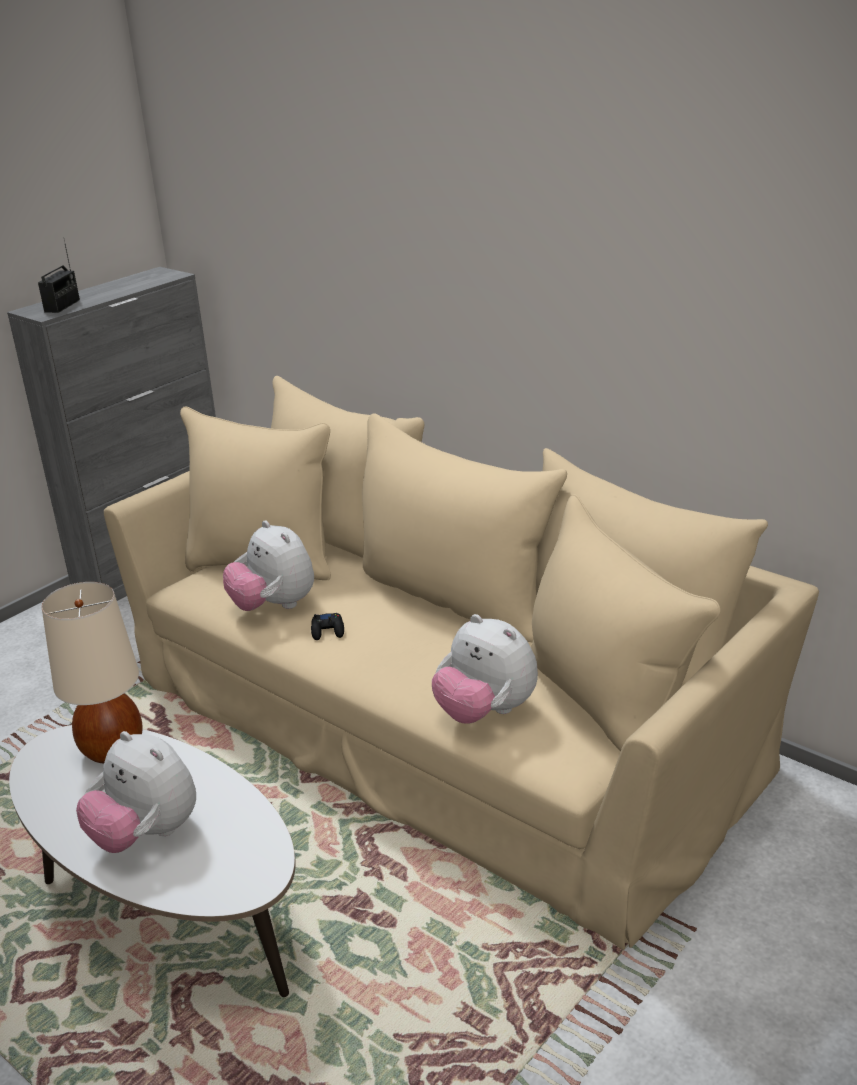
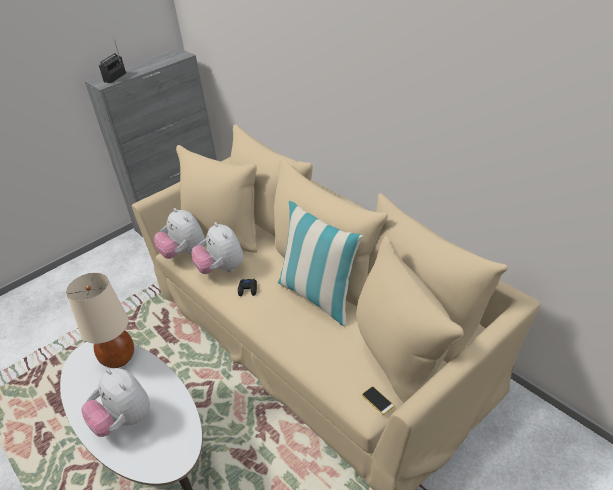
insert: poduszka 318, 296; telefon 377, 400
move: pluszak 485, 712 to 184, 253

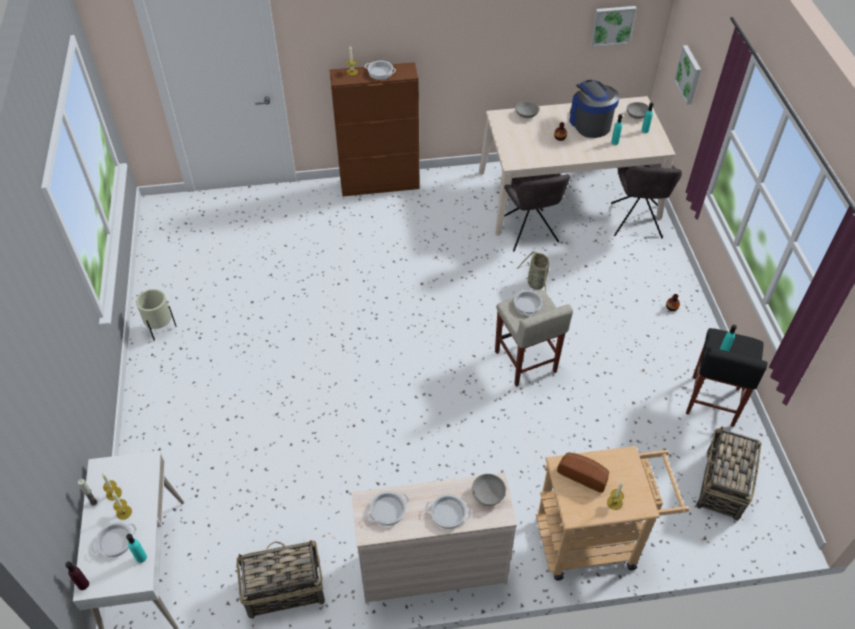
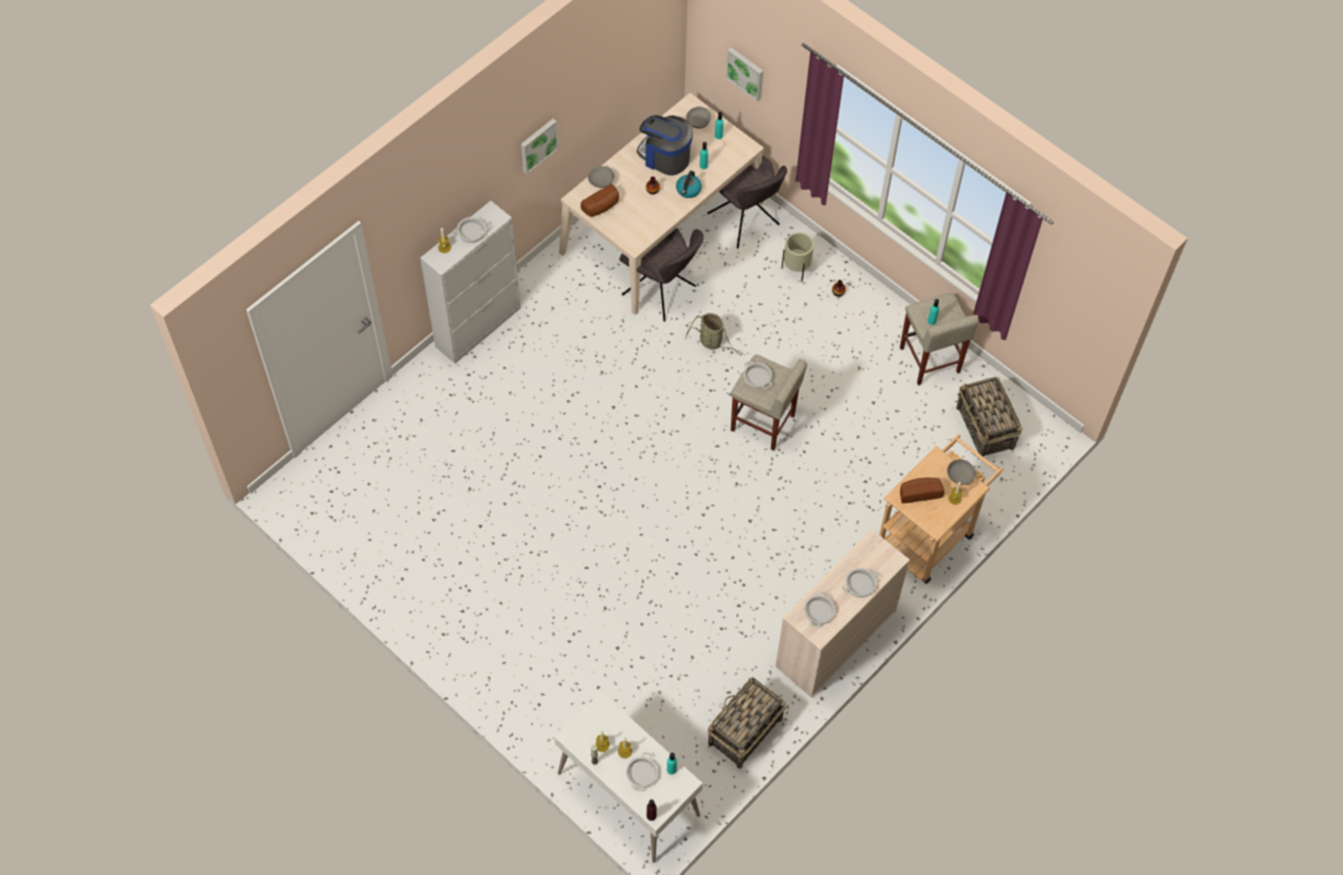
insert: chleb 602, 207; czajnik 688, 190
move: donica [beżowy] 161, 329 to 796, 270; miska [szary] 488, 494 to 960, 476; obraz 612, 25 to 537, 145
recolor: szafka [brązowy] 380, 184 to szafka [biały] 478, 327; stołek [czarny] 712, 401 to stołek [beżowy] 930, 361

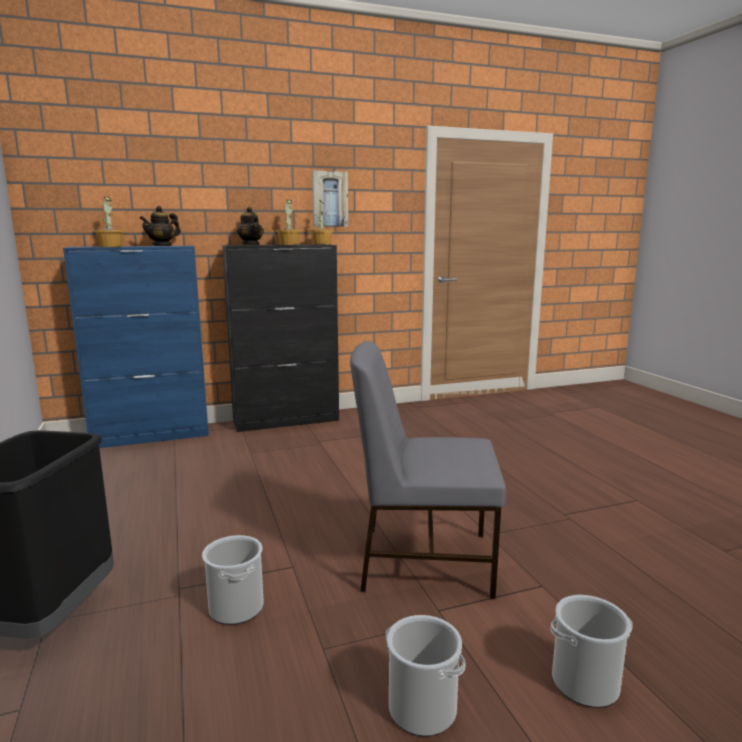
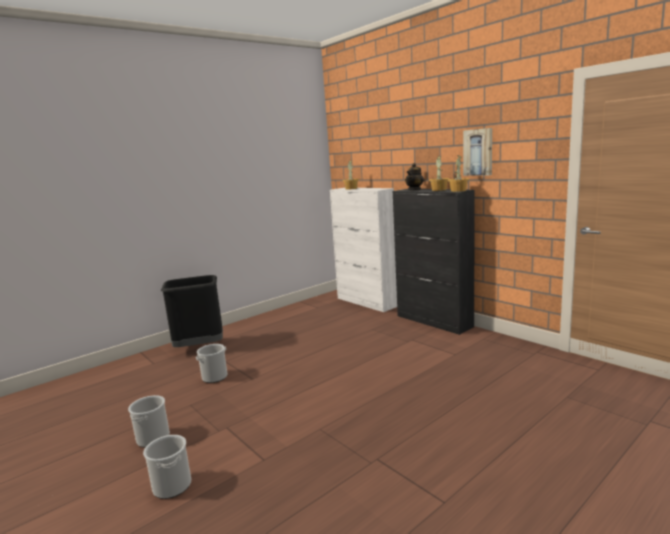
delete: imbryk 162, 245; krzesło [szary] 423, 560
recolor: szafka [niebieski] 152, 436 to szafka [biały] 367, 302

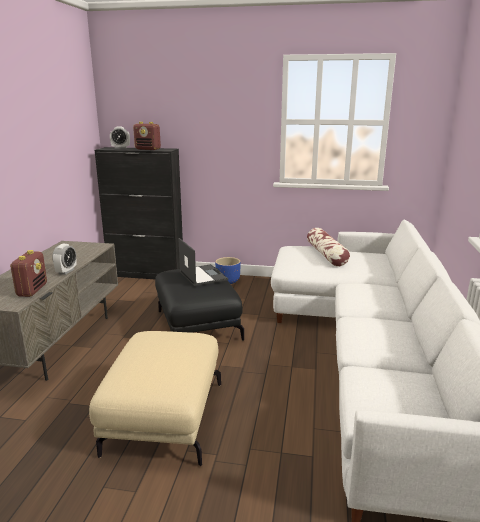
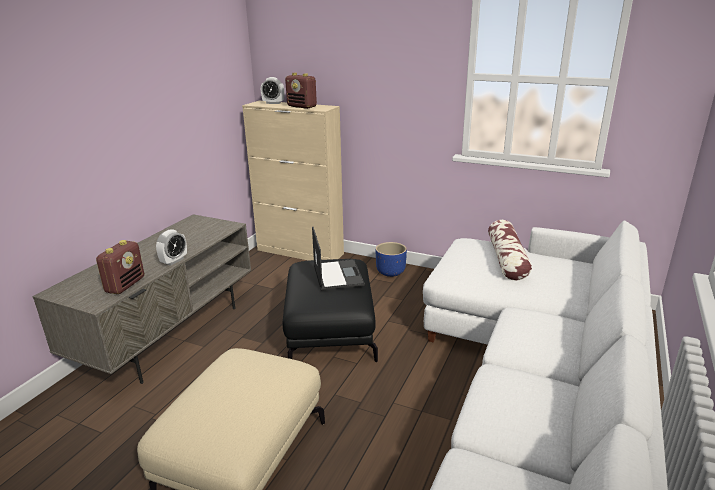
recolor: szafka [czarny] 146, 274 to szafka [beżowy] 300, 252

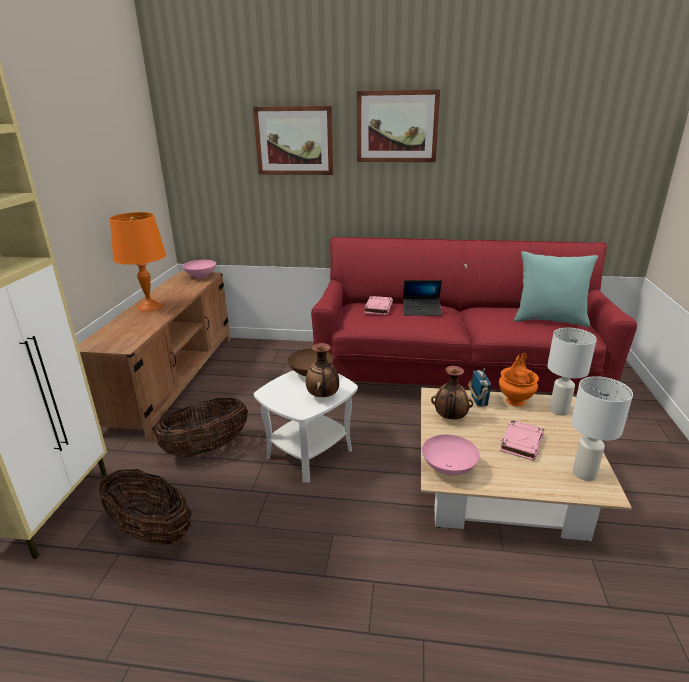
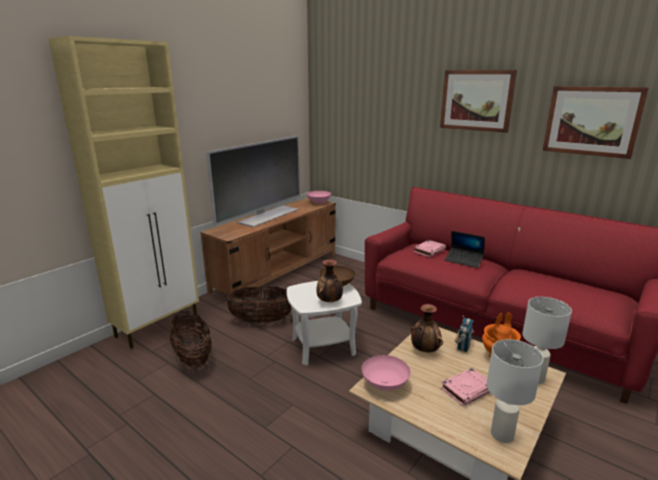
delete: poduszka [turkusowy] 549, 320
move: obraz 294, 141 to 592, 121
replace: lampa stołowa [pomarańczowy] 149, 307 to telewizor 267, 216

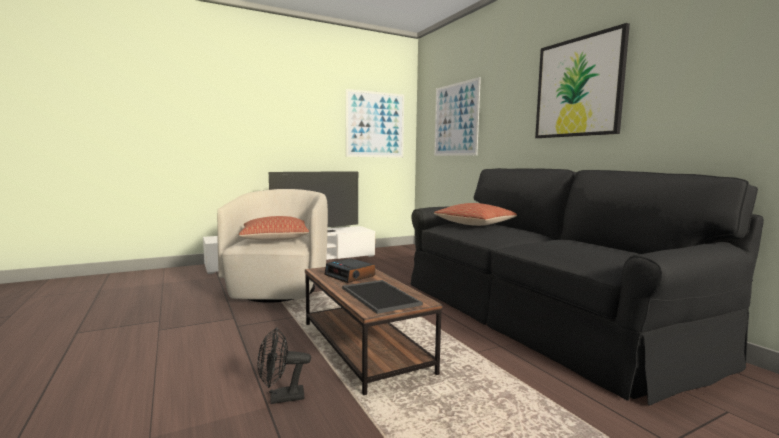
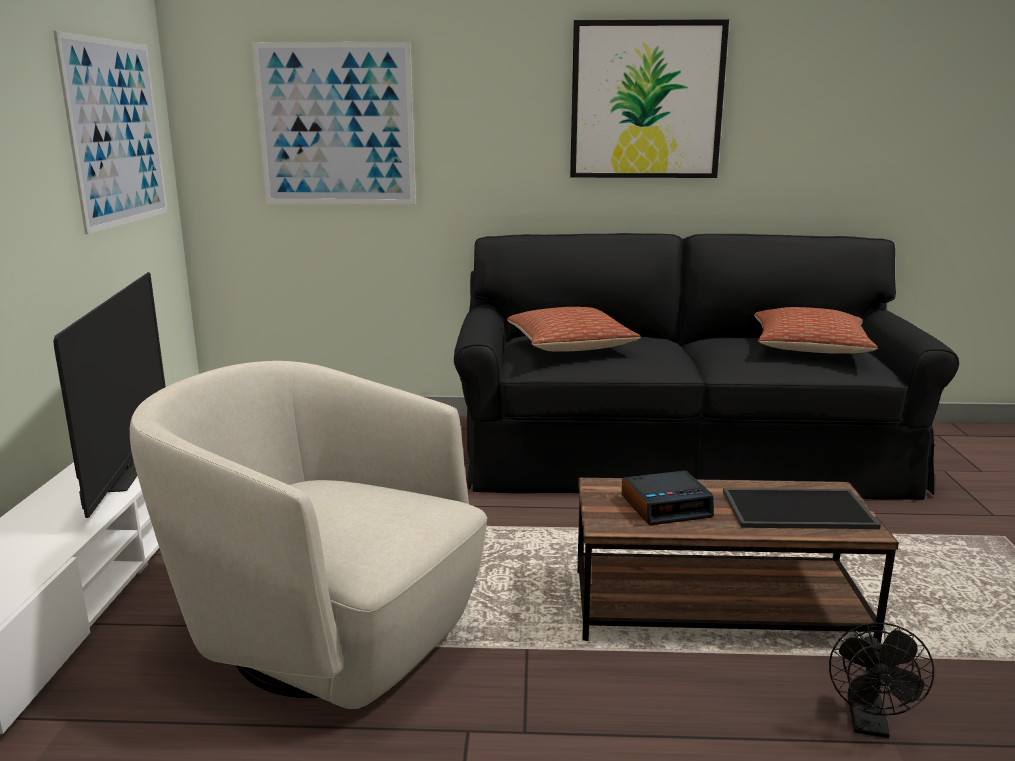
move: poduszka 274, 239 to 809, 348

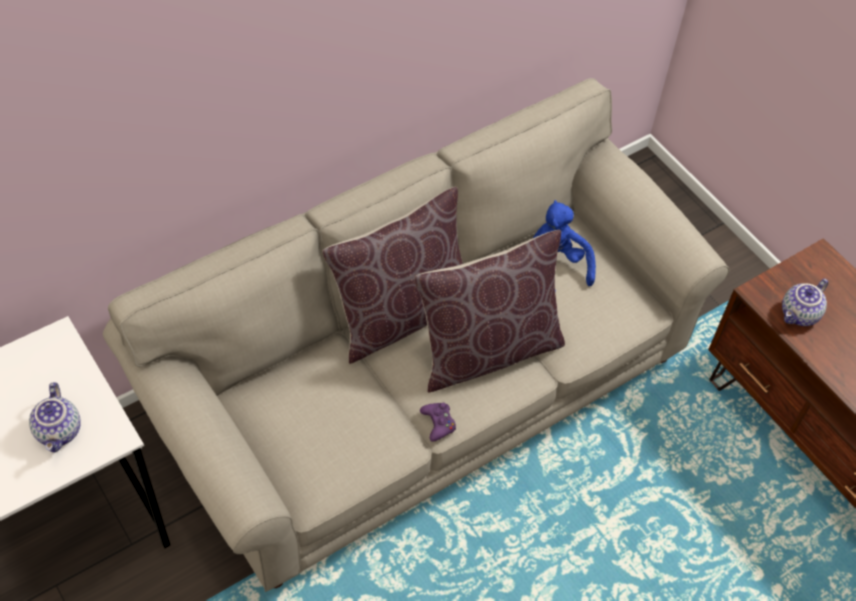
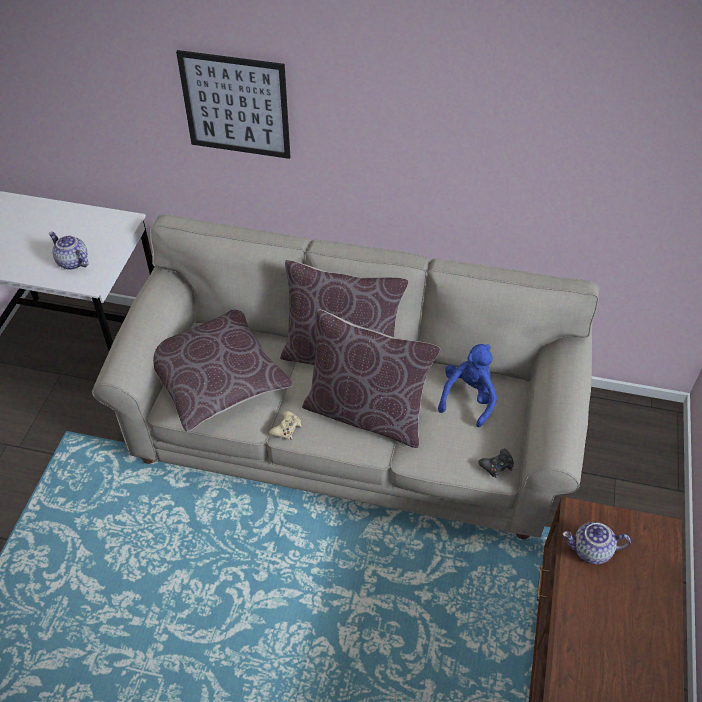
insert: poduszka [brązowy] 216, 379; obraz 236, 105; pad do gier [czarny] 497, 465
recolor: pad do gier [fioletowy] 438, 423 to pad do gier [beżowy] 286, 428
rotate: imbryk 60, 431 = 72, 262 90 degrees clockwise

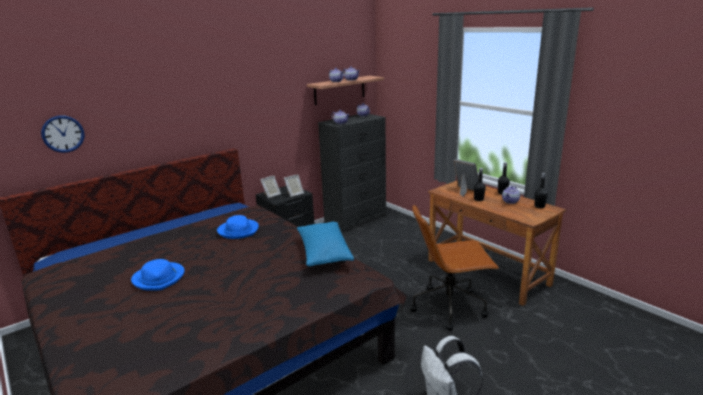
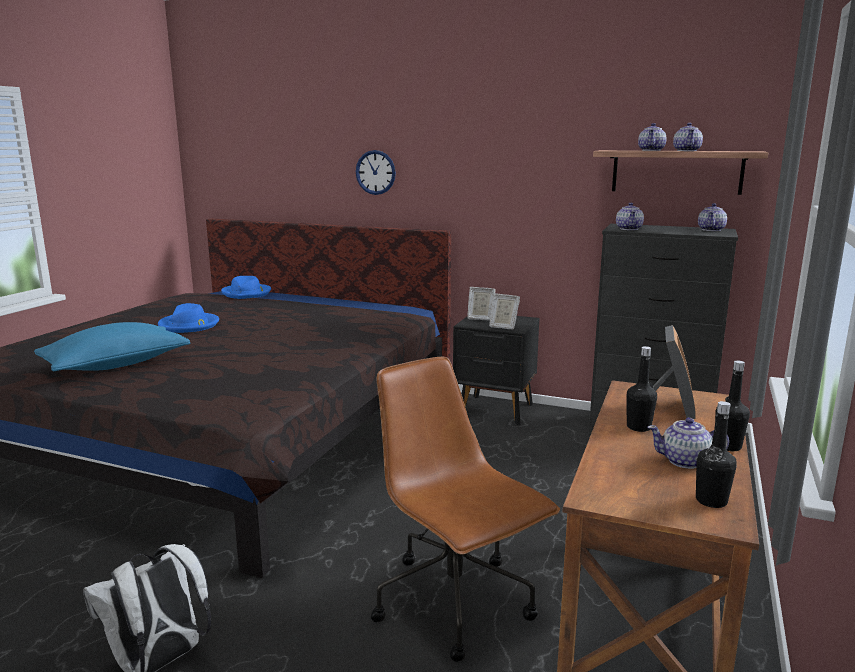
move: zegar ścienny 63, 134 to 375, 172; kapelusz [niebieski] 238, 230 to 247, 293; poduszka [niebieski] 324, 253 to 116, 365

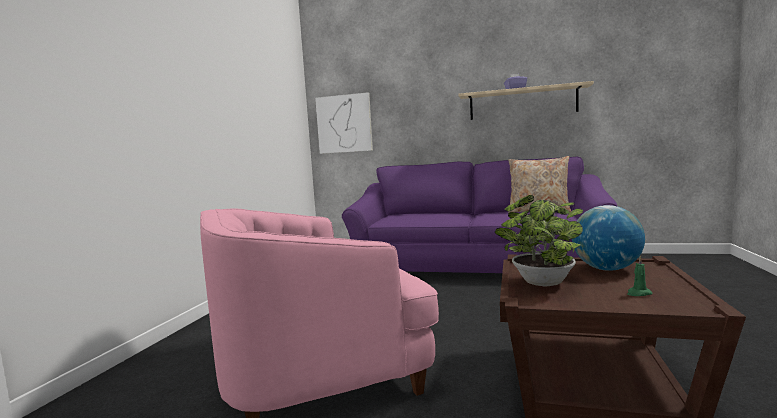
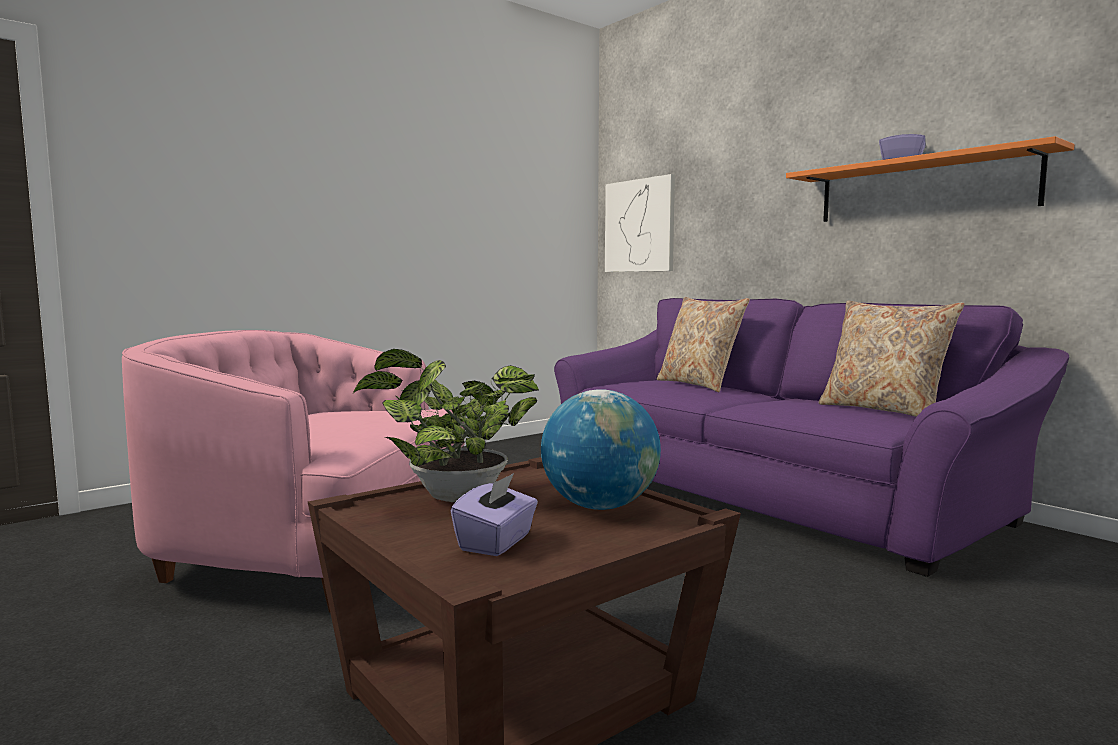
insert: poduszka [beżowy] 699, 385
replace: świeca [zielony] 638, 293 to pudełko chusteczek [fioletowy] 496, 542
recolor: półka [beżowy] 522, 103 to półka [pomarańczowy] 923, 188

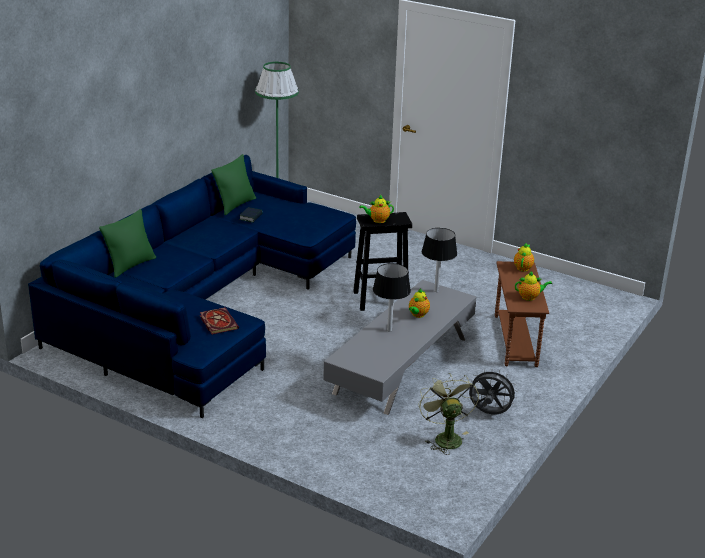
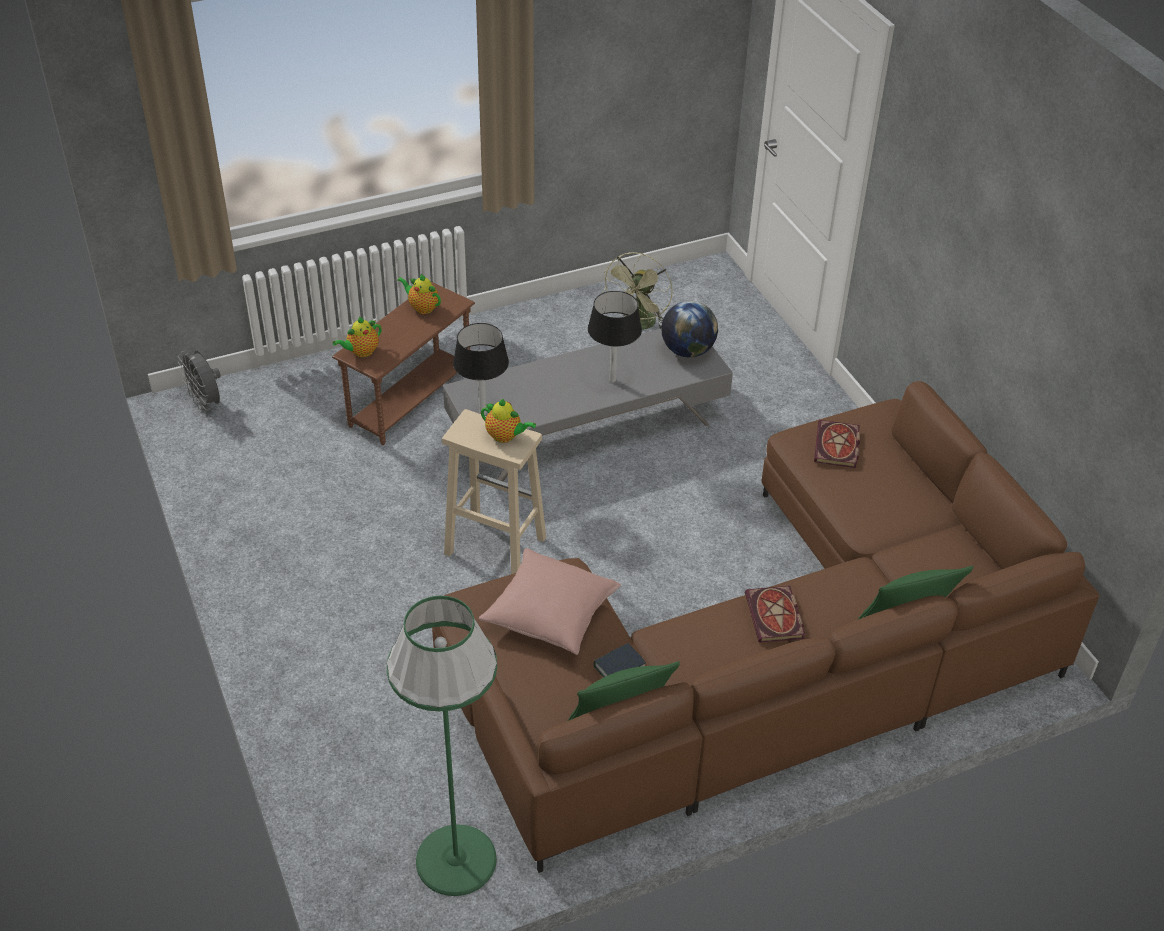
delete: imbryk 418, 315
insert: poduszka [różowy] 550, 614; globus 687, 351; książka 776, 617
move: wentylator [szary] 489, 413 to 206, 403
recolor: kanapa [niebieski] 202, 305 to kanapa [brązowy] 769, 659; stołek [czarny] 381, 299 to stołek [beżowy] 493, 545

